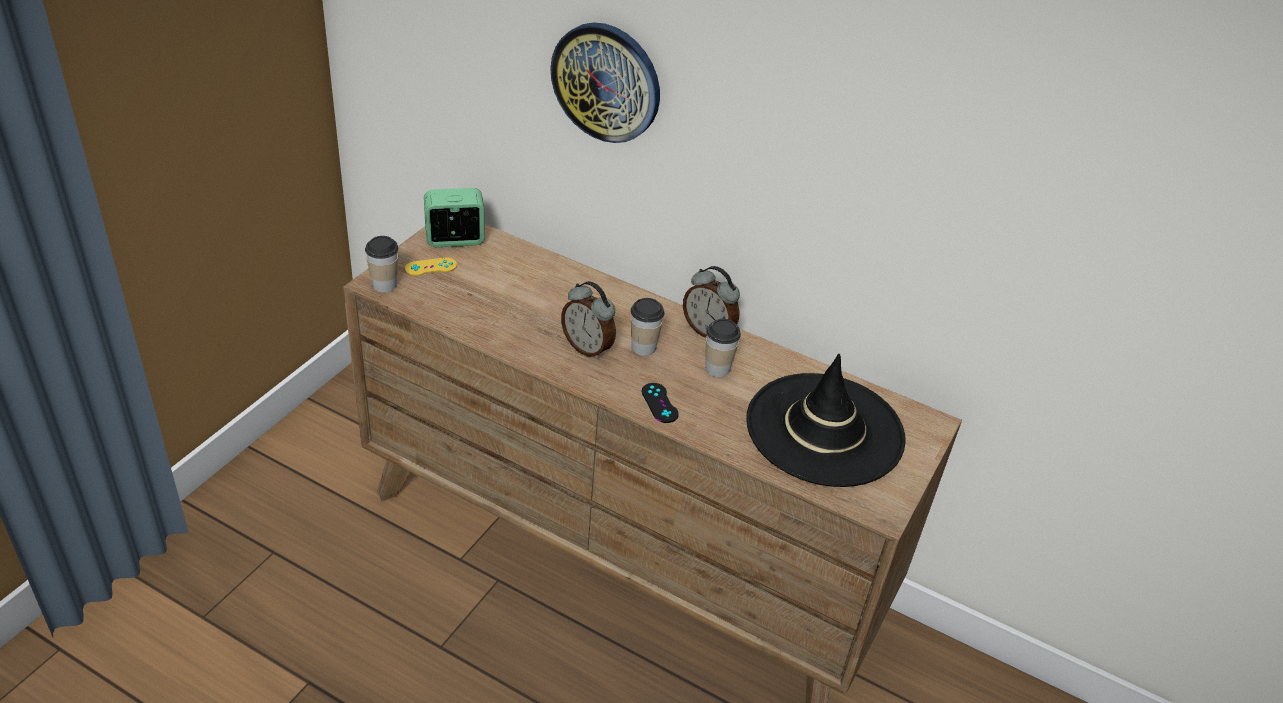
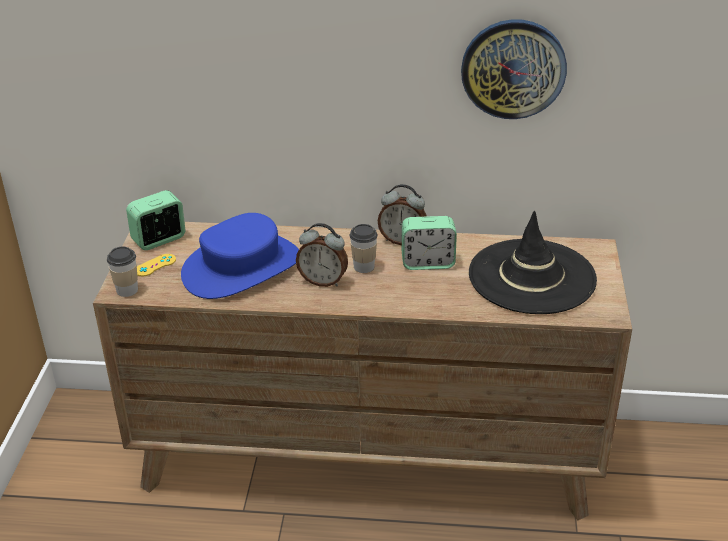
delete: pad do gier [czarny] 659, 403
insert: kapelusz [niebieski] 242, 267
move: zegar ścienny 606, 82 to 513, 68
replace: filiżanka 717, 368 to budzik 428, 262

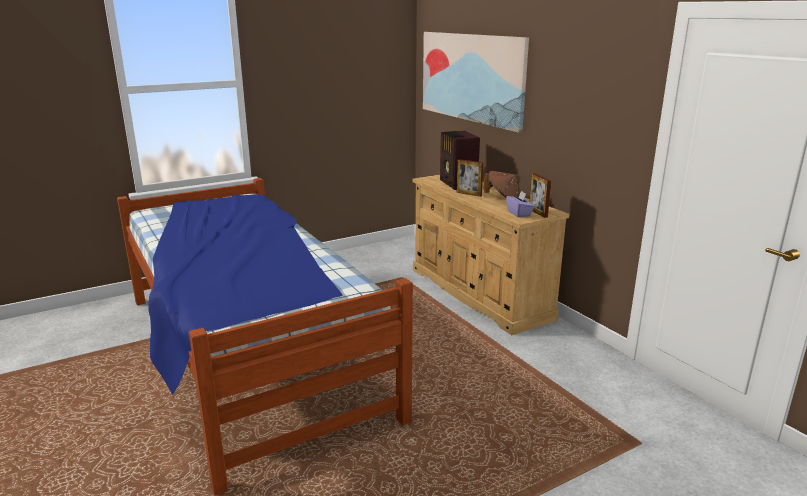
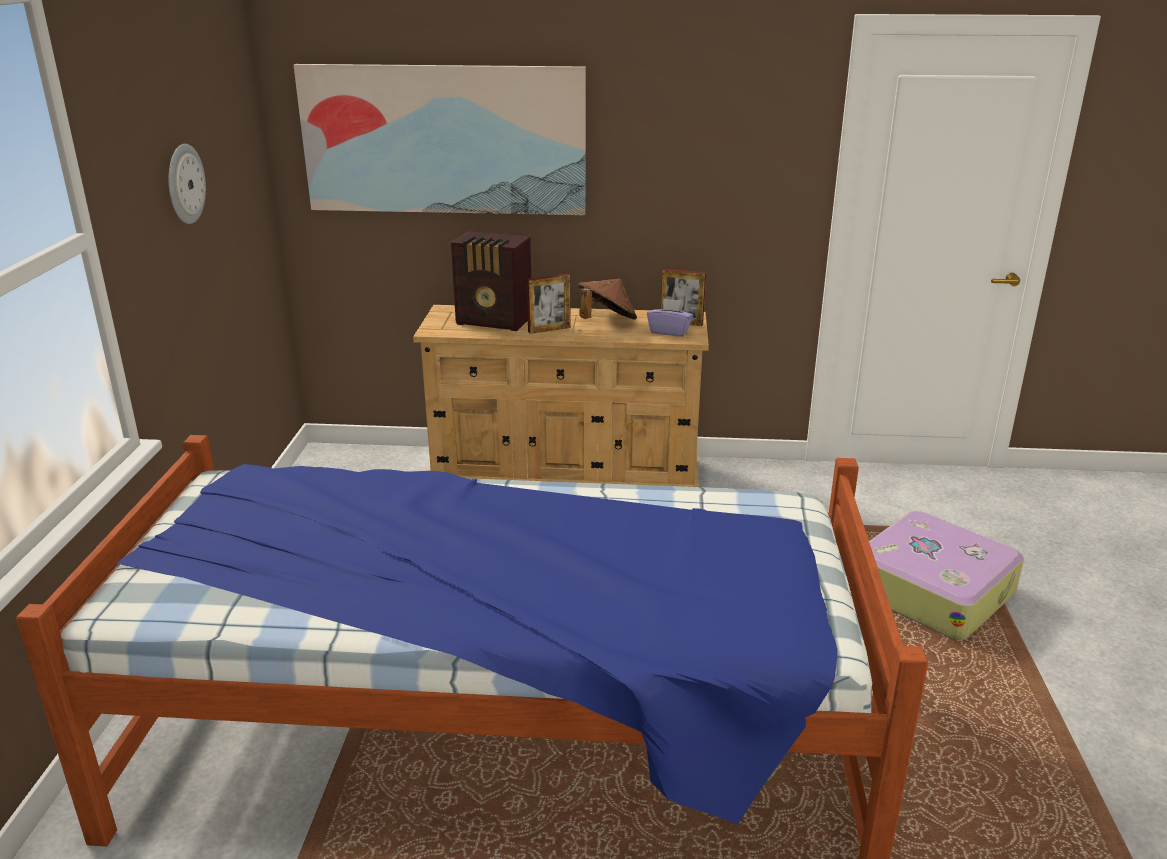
insert: zegar ścienny 184, 184; walizka 932, 590

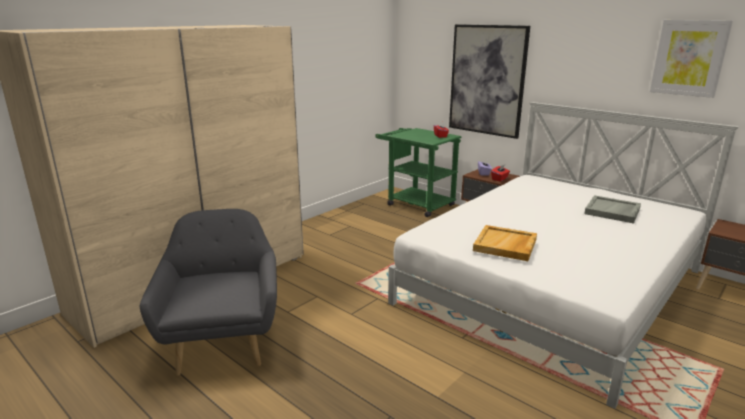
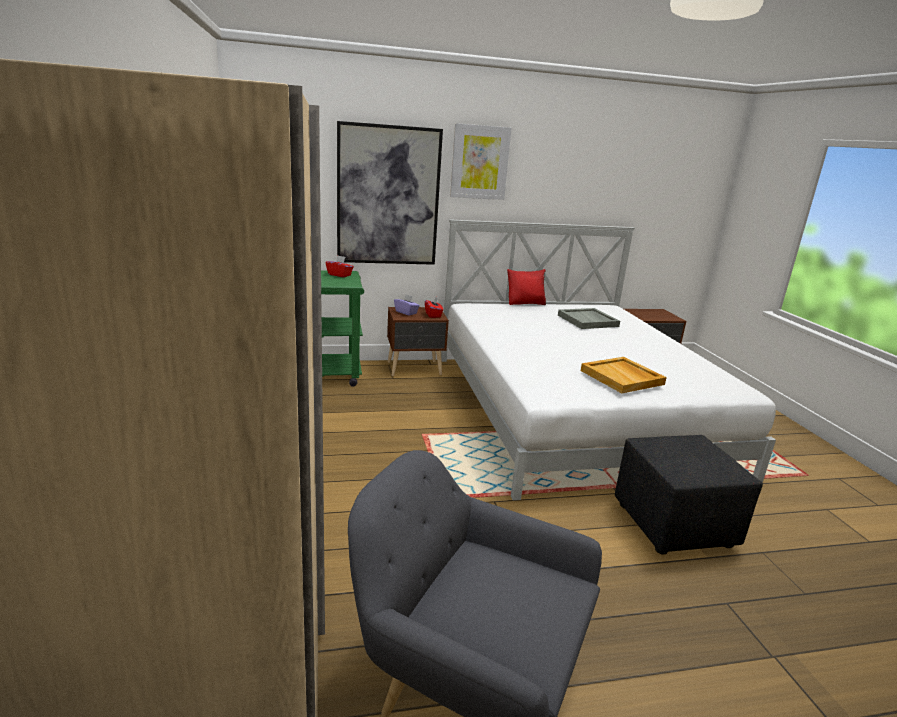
insert: poduszka [czerwony] 525, 303; pufa [czarny] 673, 524
move: obraz 689, 58 to 479, 162

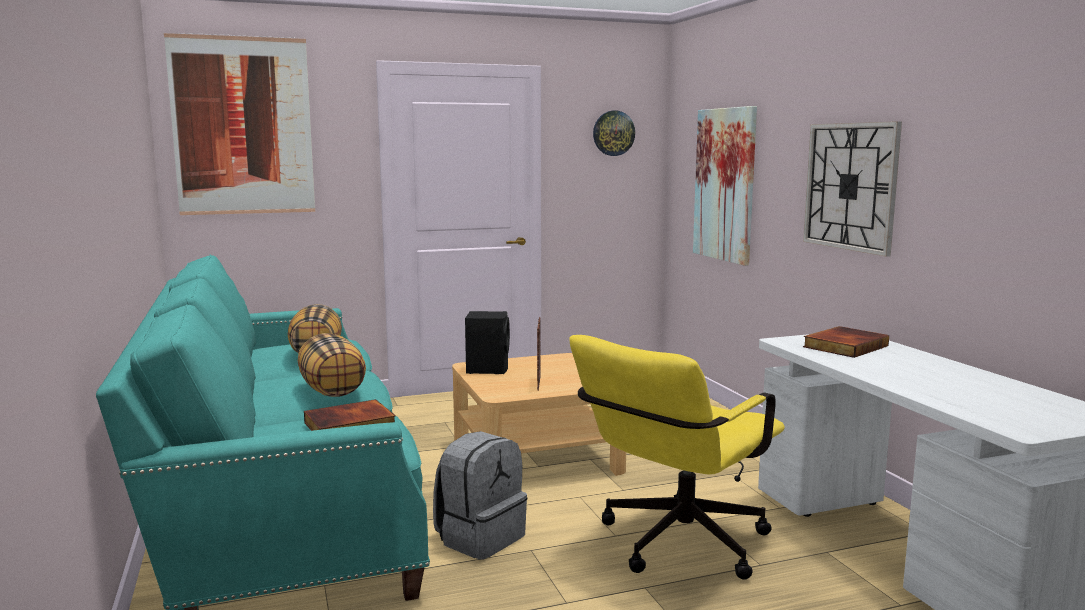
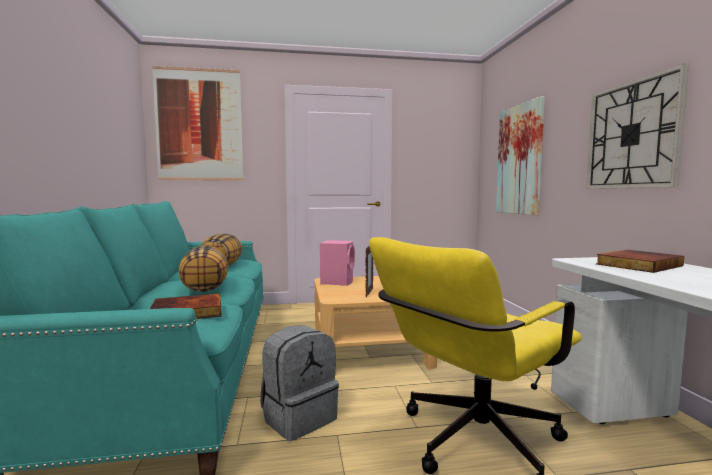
delete: zegar ścienny 613, 133
recolor: głośnik [czarny] 488, 369 to głośnik [różowy] 337, 282

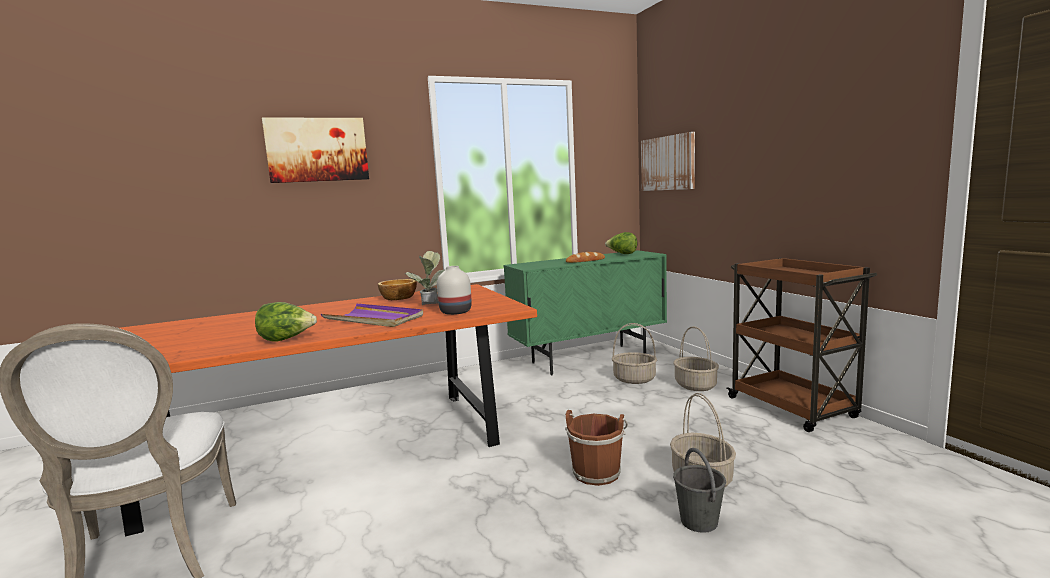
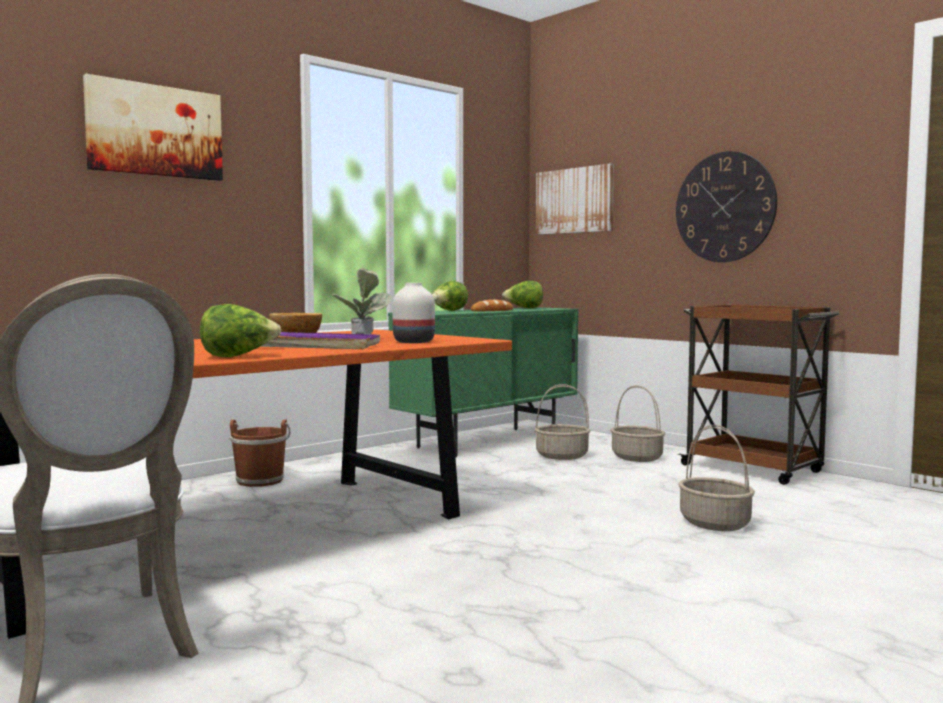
delete: wiadro [szary] 699, 522
insert: sałata 449, 311; zegar ścienny 725, 207
move: wiadro [brązowy] 596, 472 to 260, 480

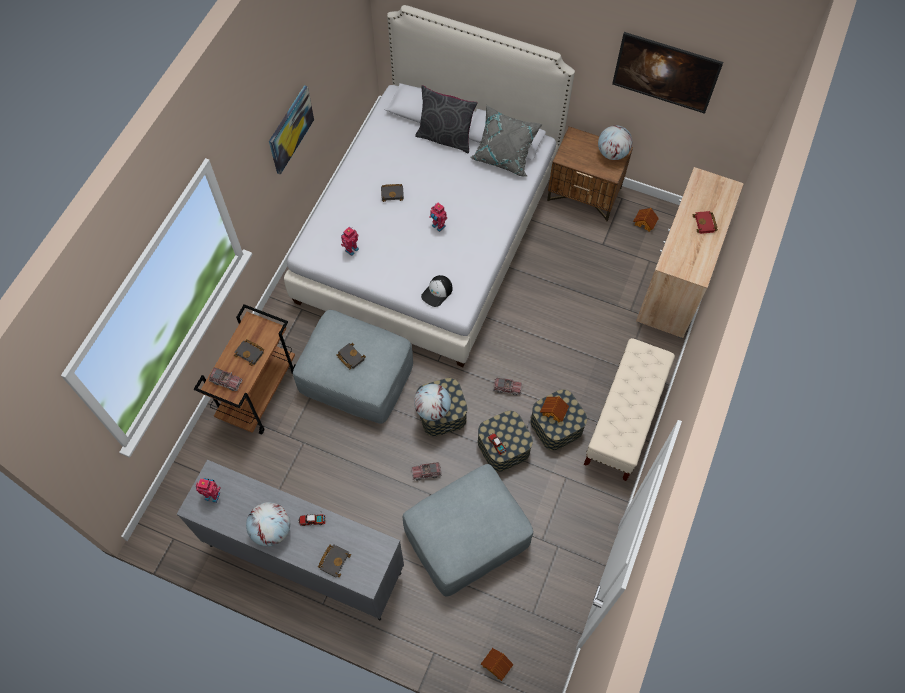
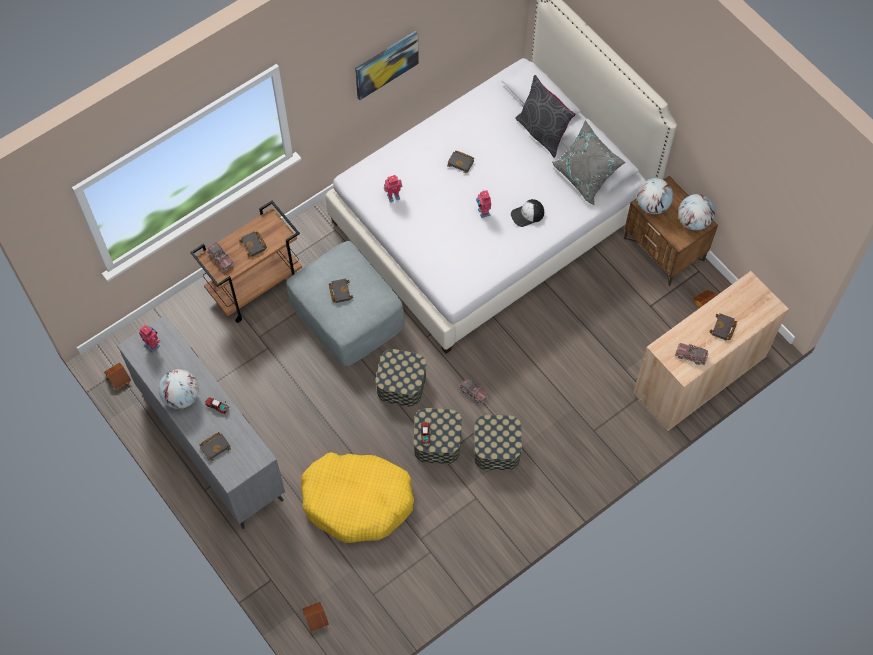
delete: ławka [beżowy] 623, 420; obraz 662, 85
move: ciężarówka zabawkowa 426, 472 to 691, 355; globus 432, 409 to 652, 205; czapka z daszkiem 437, 292 to 527, 215; domek 554, 411 to 119, 378
replace: pufa [szary] 467, 536 to legowisko [żółty] 357, 501
recolor: książka [czerwony] 705, 224 to książka [czarny] 723, 329

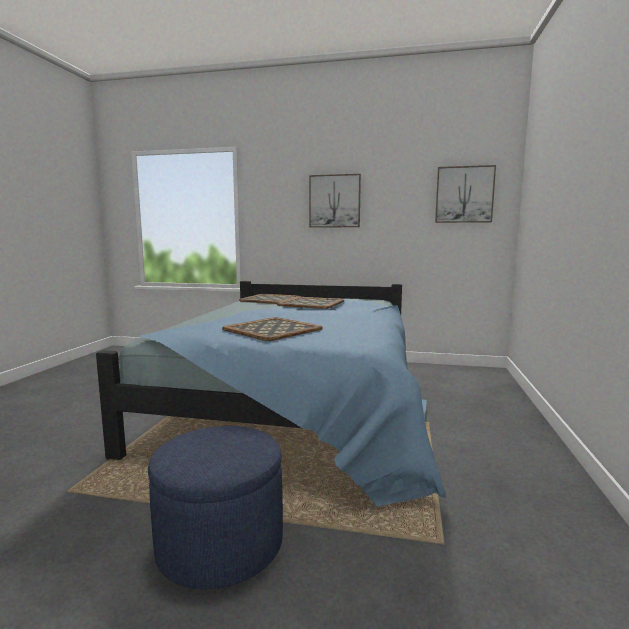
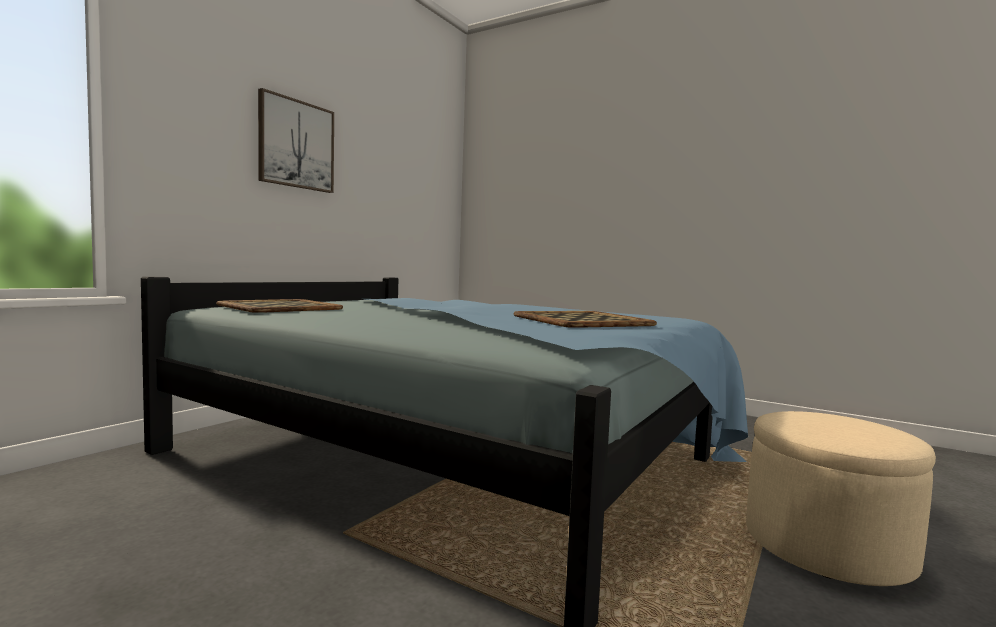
delete: taca 311, 303; obraz 464, 194
recolor: pufa [niebieski] 220, 544 to pufa [beżowy] 827, 547

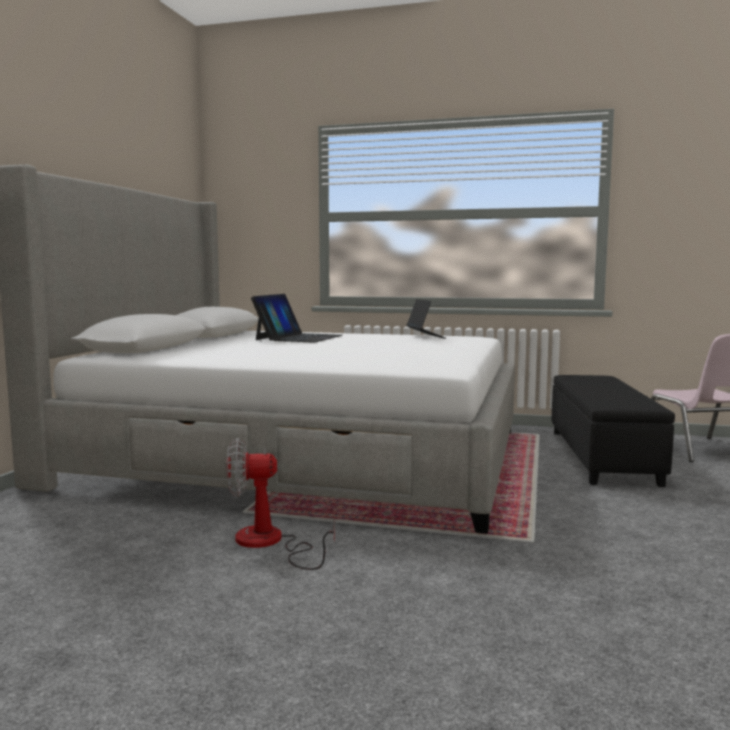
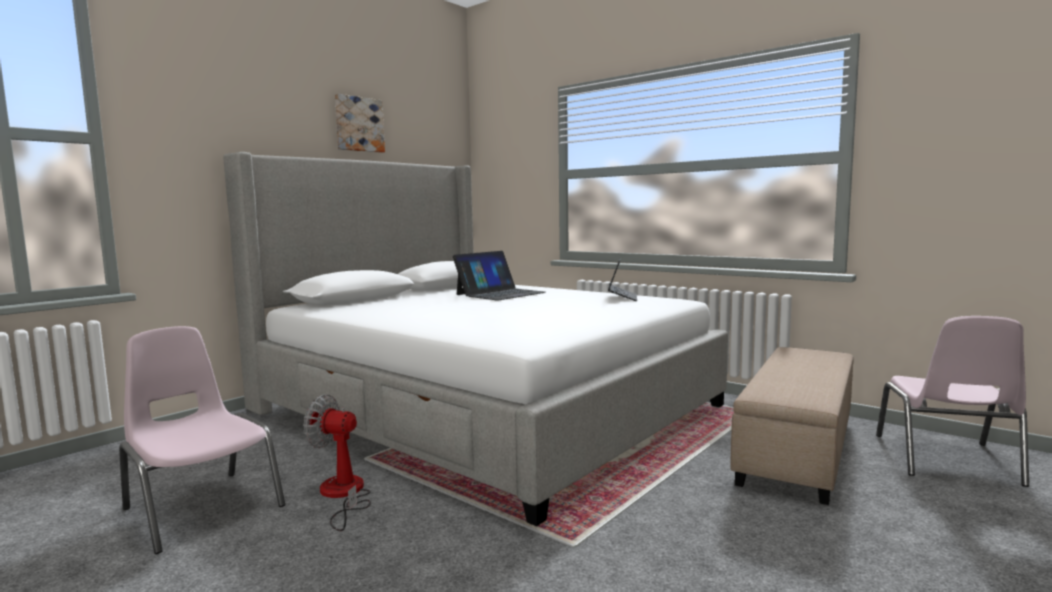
insert: krzesło [różowy] 201, 507; obraz 358, 124
recolor: pufa [czarny] 600, 456 to pufa [beżowy] 795, 450

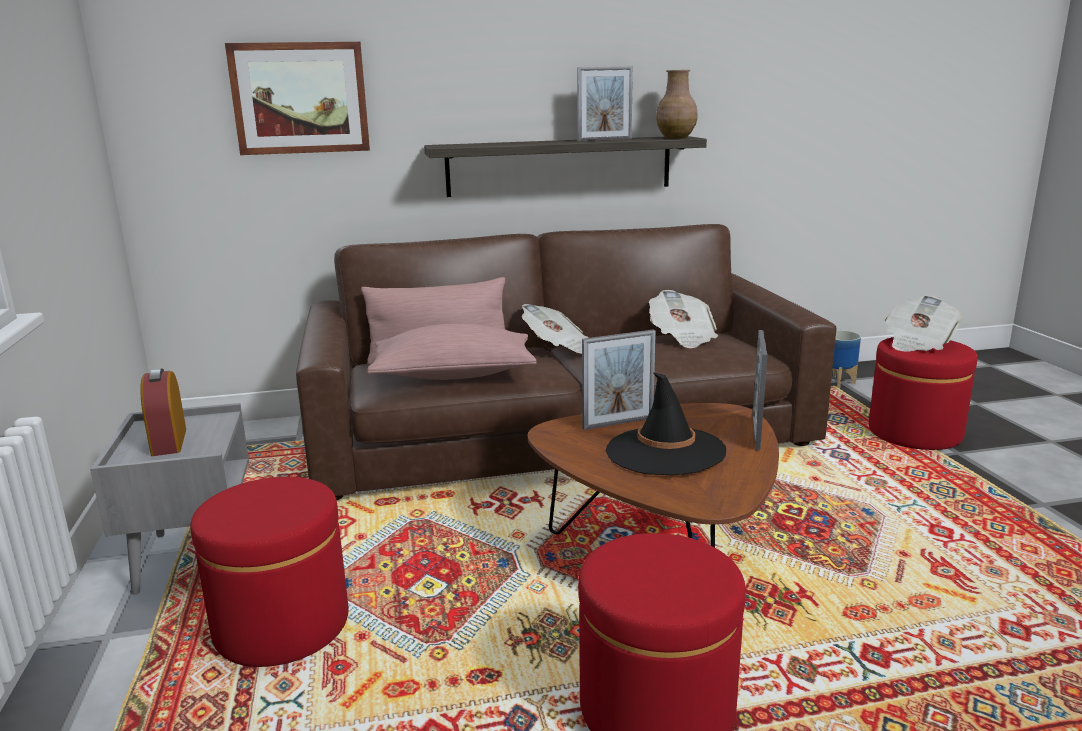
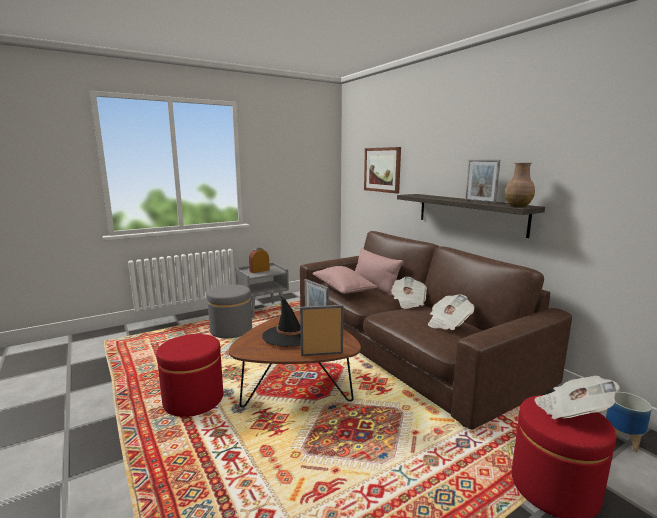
recolor: pufa [czerwony] 282, 625 to pufa [szary] 231, 330

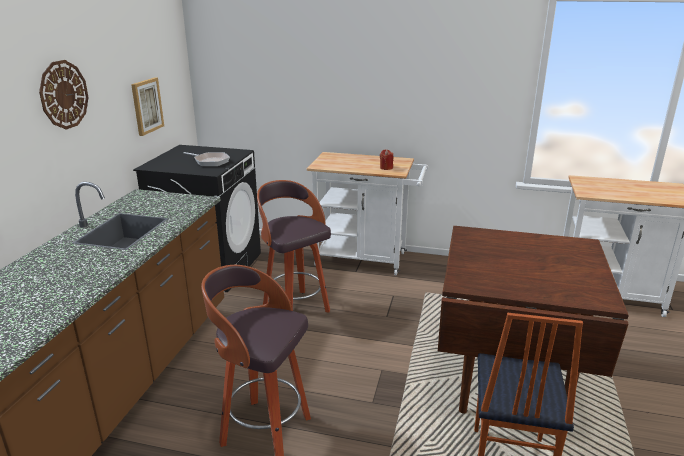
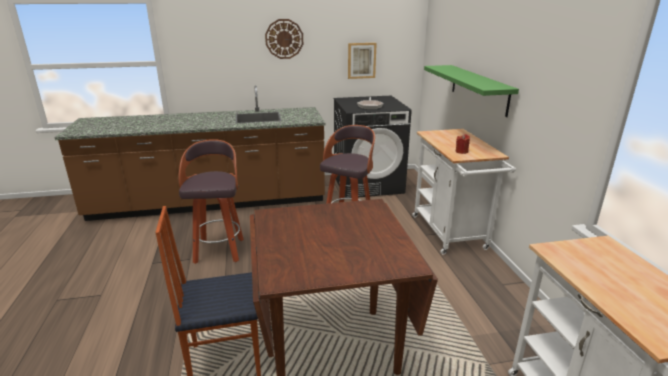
insert: półka [zielony] 479, 89

